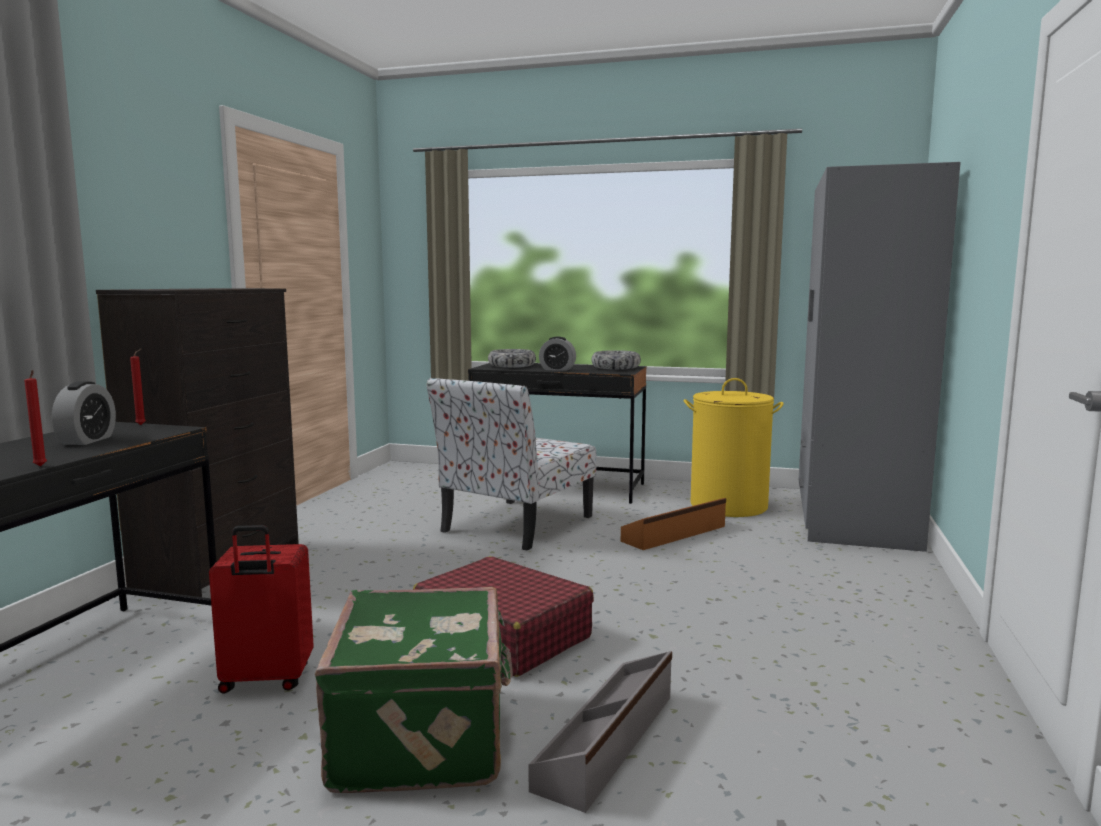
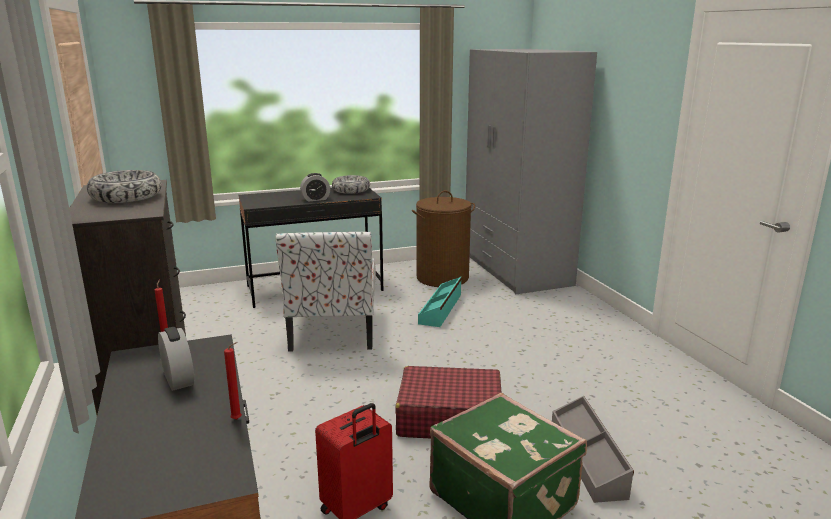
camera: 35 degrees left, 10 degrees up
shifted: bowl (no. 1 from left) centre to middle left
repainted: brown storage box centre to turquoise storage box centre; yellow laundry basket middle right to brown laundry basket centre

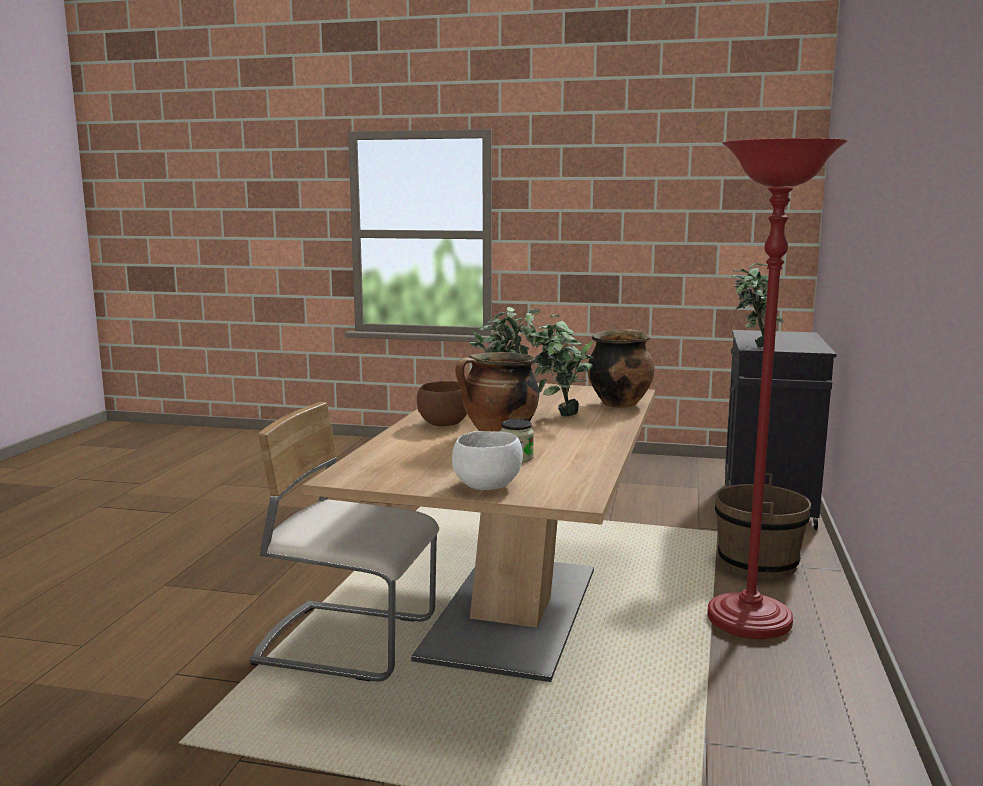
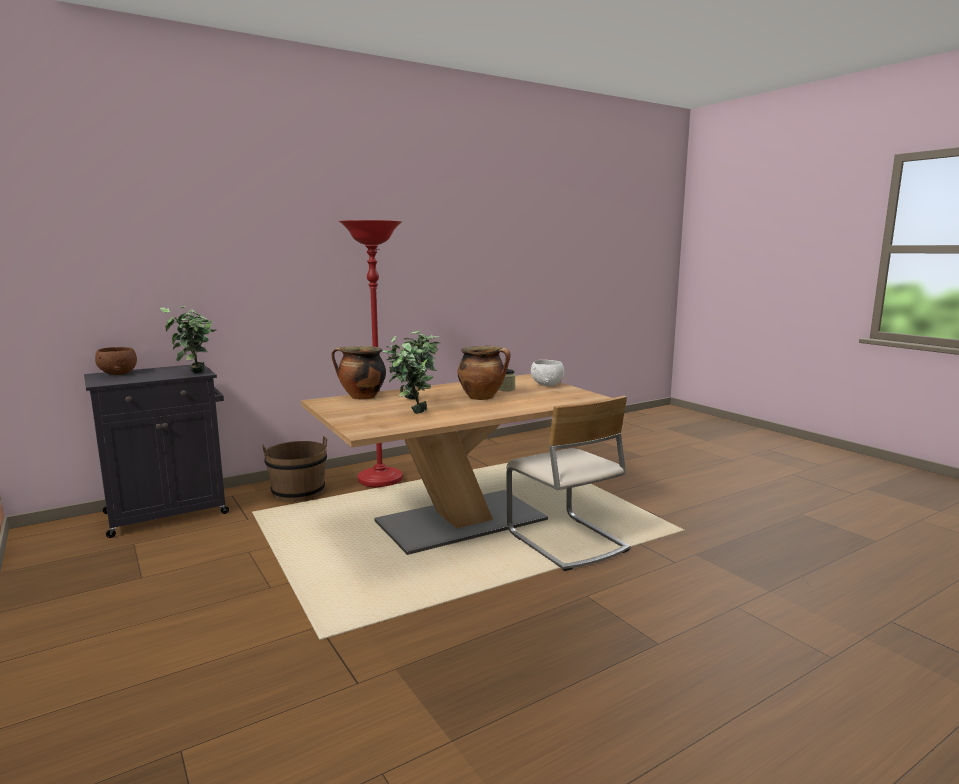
camera: 135 degrees left, 0 degrees up
shifted: brown bowl centre to middle left

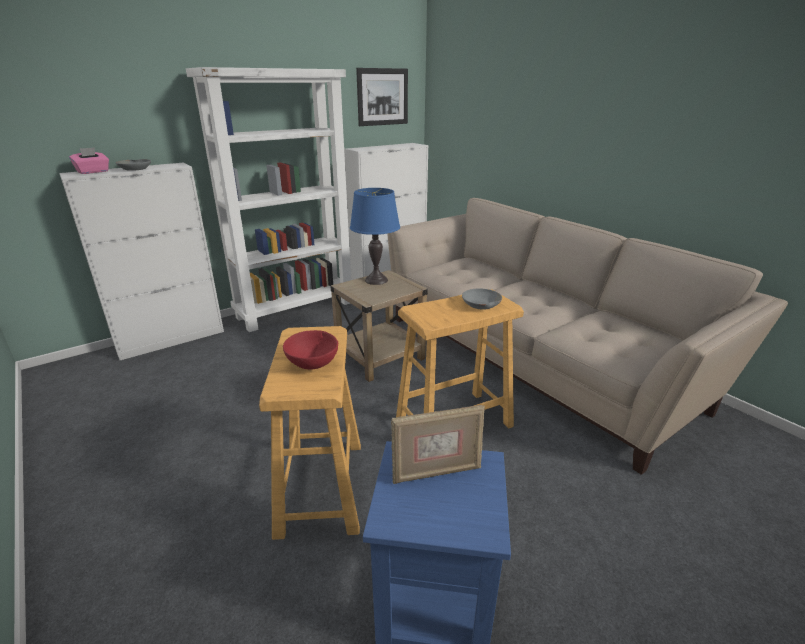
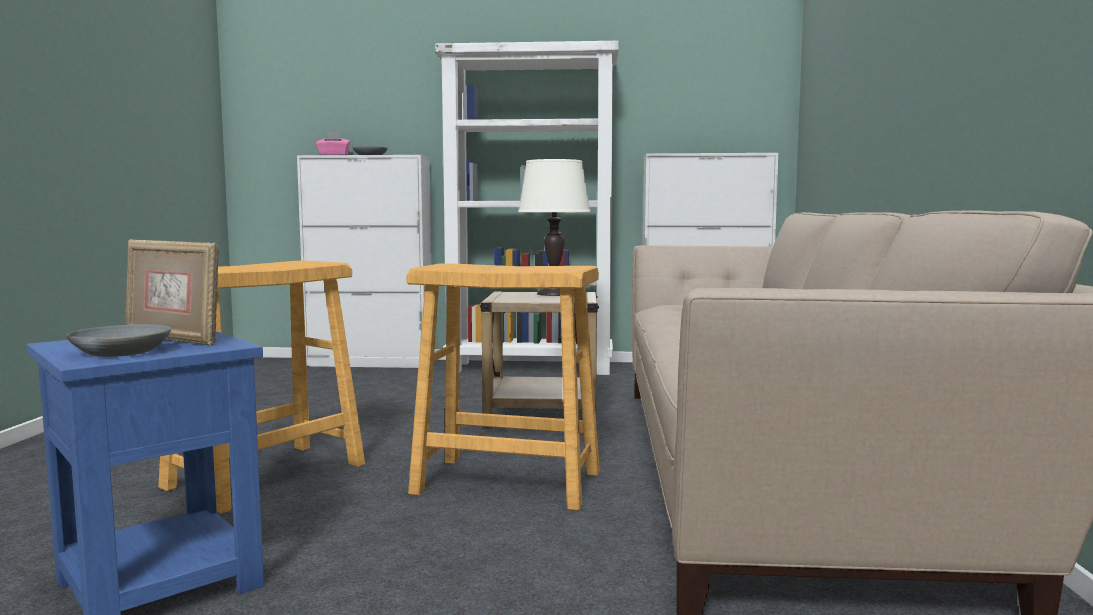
camera: 40 degrees right, 20 degrees down
gone: red bowl centre; picture top centre
shifted: grey bowl (no. 2 from left in the first image) centre to grey bowl (no. 1 from left) middle left
repainted: blue table lamp centre to white table lamp centre

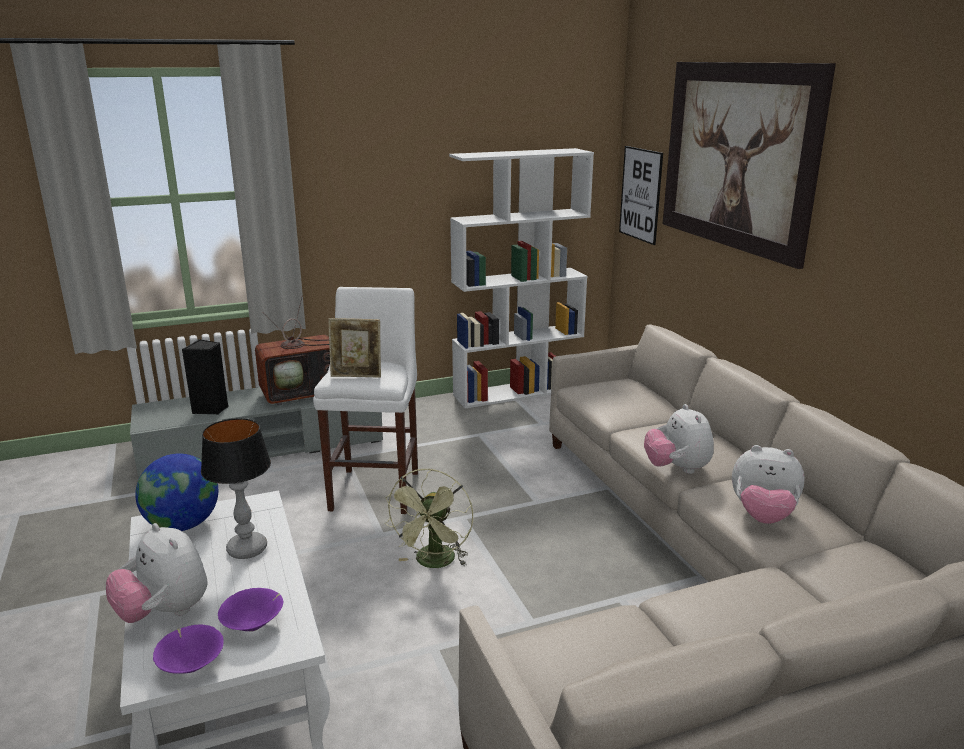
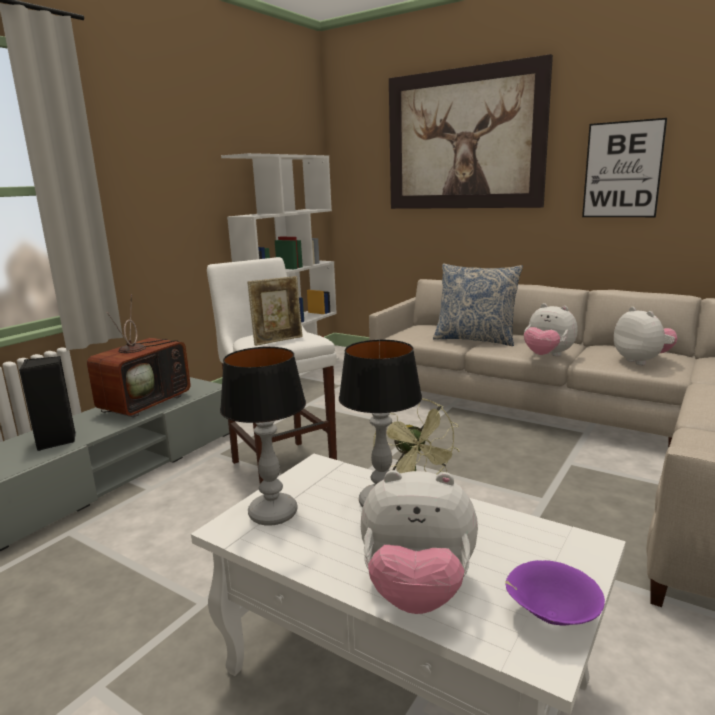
camera: 35 degrees left, 5 degrees down
gone: purple bowl (no. 2 from left) bottom left
new: pillow middle right
shifted: picture (no. 1 from left in the first image) top centre to picture (no. 2 from left) top right
swapped: globe middle left to table lamp (no. 1 from left) centre
rotated: plush toy (no. 3 from left) middle right = middle right 90 degrees counterclockwise

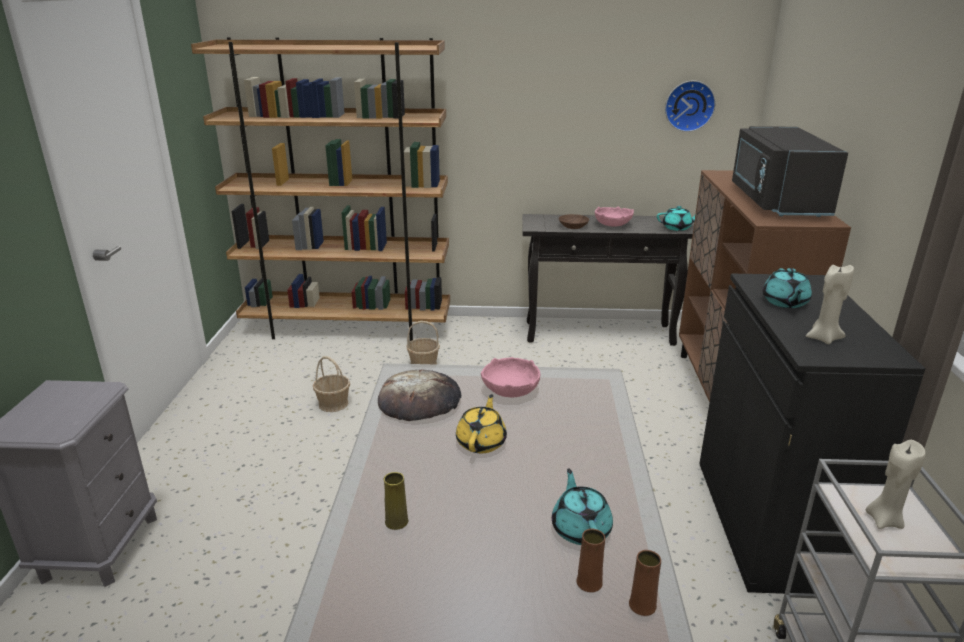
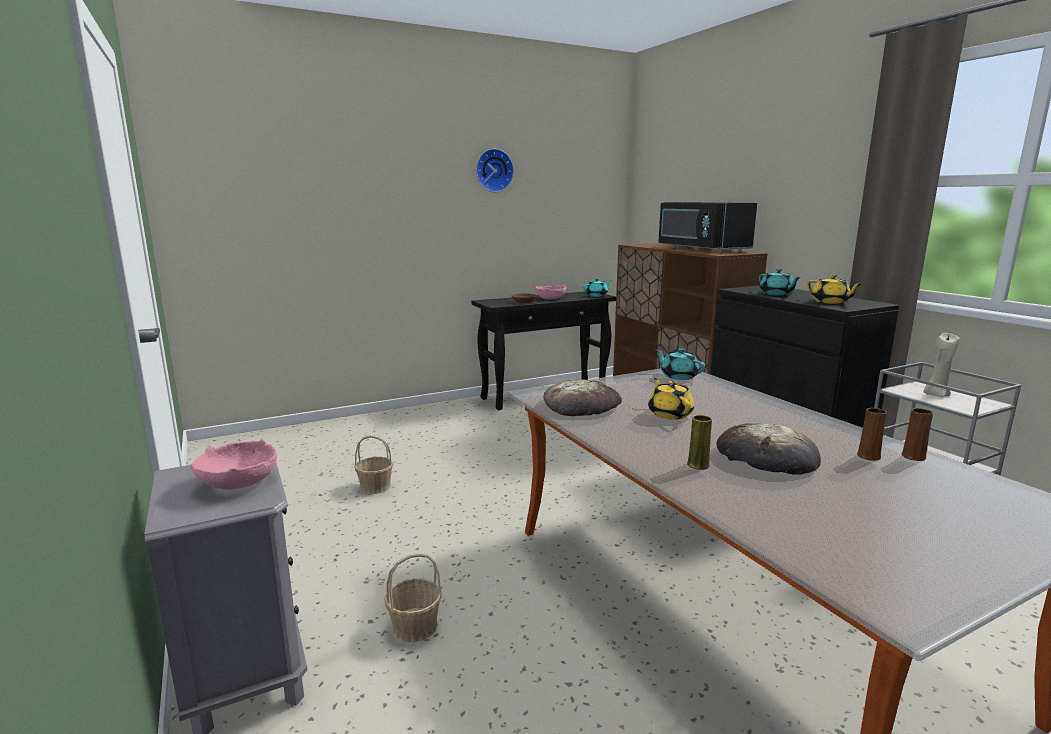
camera: 30 degrees left, 10 degrees down
gone: brown bookcase top left
new: bread (no. 2 from left) middle right
shifted: basket (no. 2 from left) centre to bottom centre; pink bowl (no. 1 from left) centre to middle left; turquoise teapot (no. 1 from left in the first image) bottom centre to turquoise teapot (no. 2 from left) centre; wall clock top right to top centre
swapped: beige candle (no. 1 from left) middle right to yellow teapot (no. 2 from left) middle right

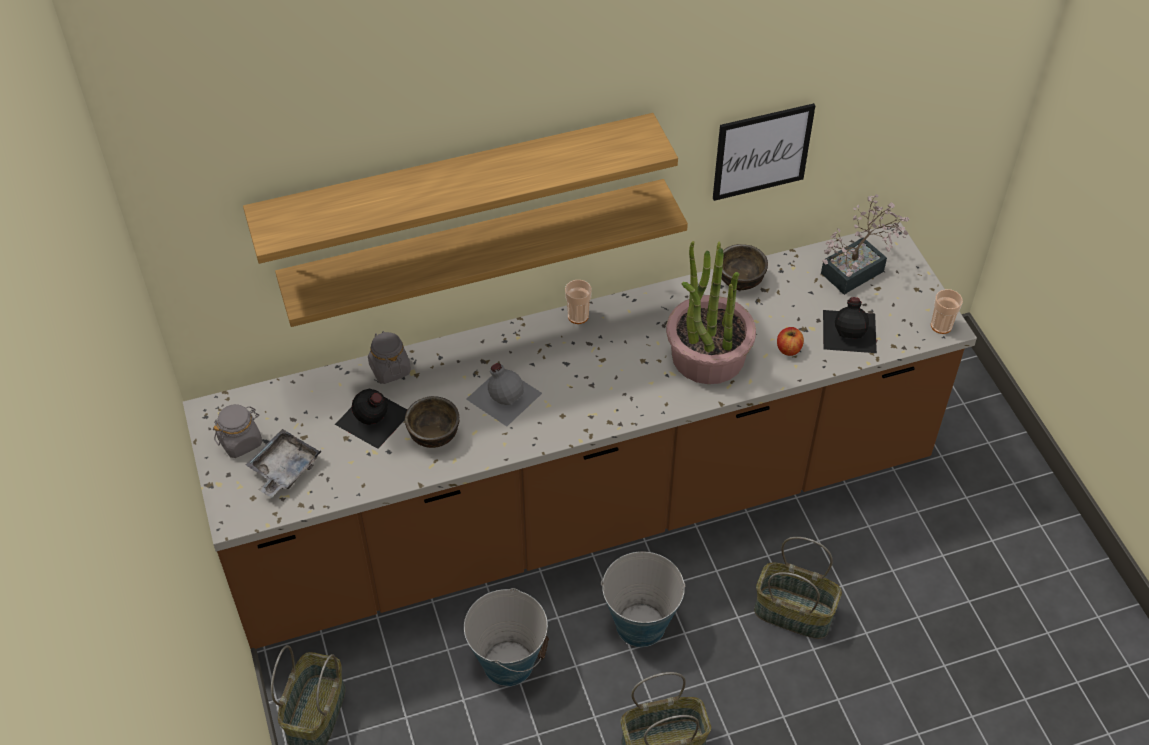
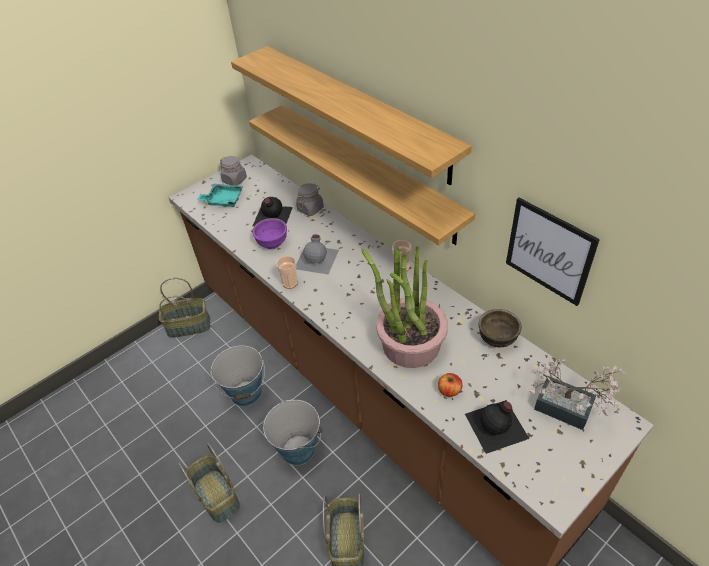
camera: 70 degrees right, 5 degrees down
shifted: cup (no. 2 from left in the first image) middle right to cup (no. 1 from left) centre
repainted: grey tray middle left to turquoise tray middle left; brown bowl (no. 1 from left) centre to purple bowl centre

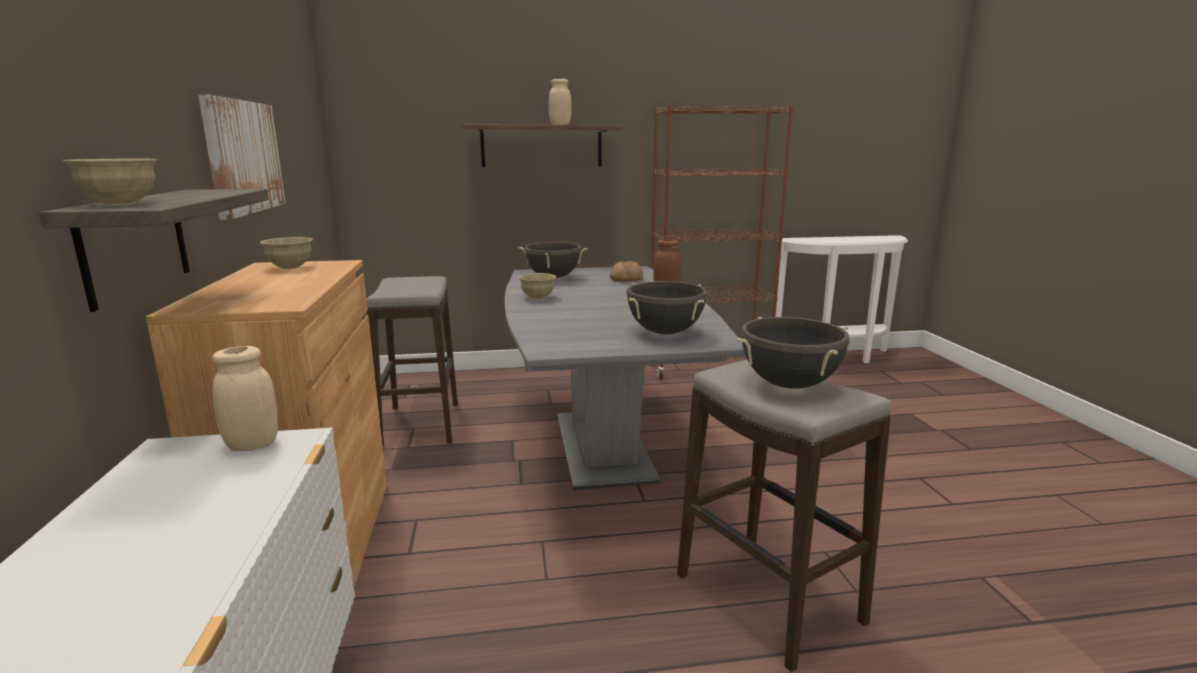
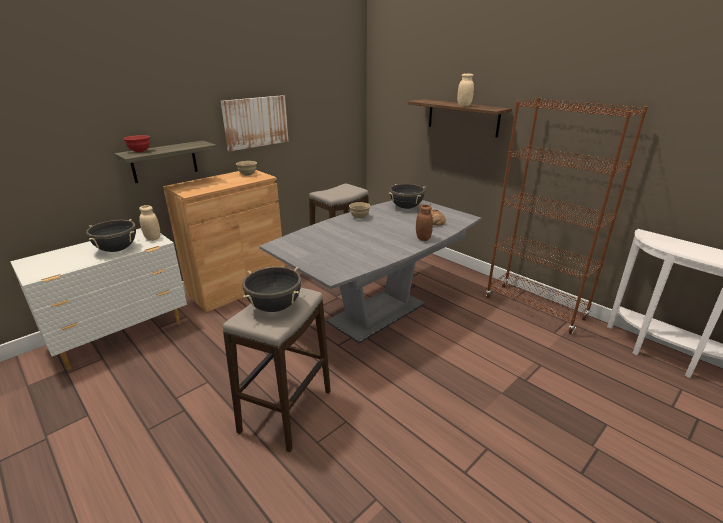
camera: 55 degrees right, 10 degrees up
shifted: black cooking pot (no. 2 from left in the first image) centre to black cooking pot (no. 1 from left) middle left
repainted: beige bowl (no. 1 from left) top left to red bowl top left

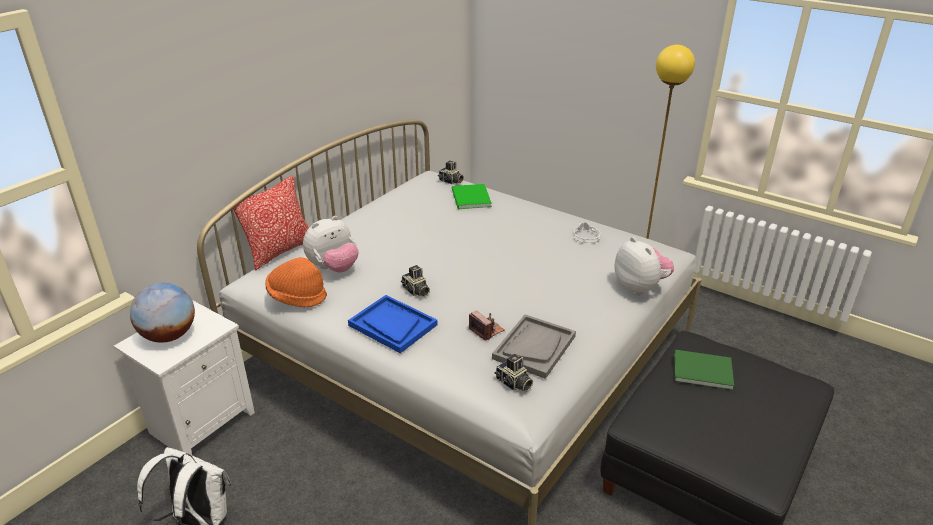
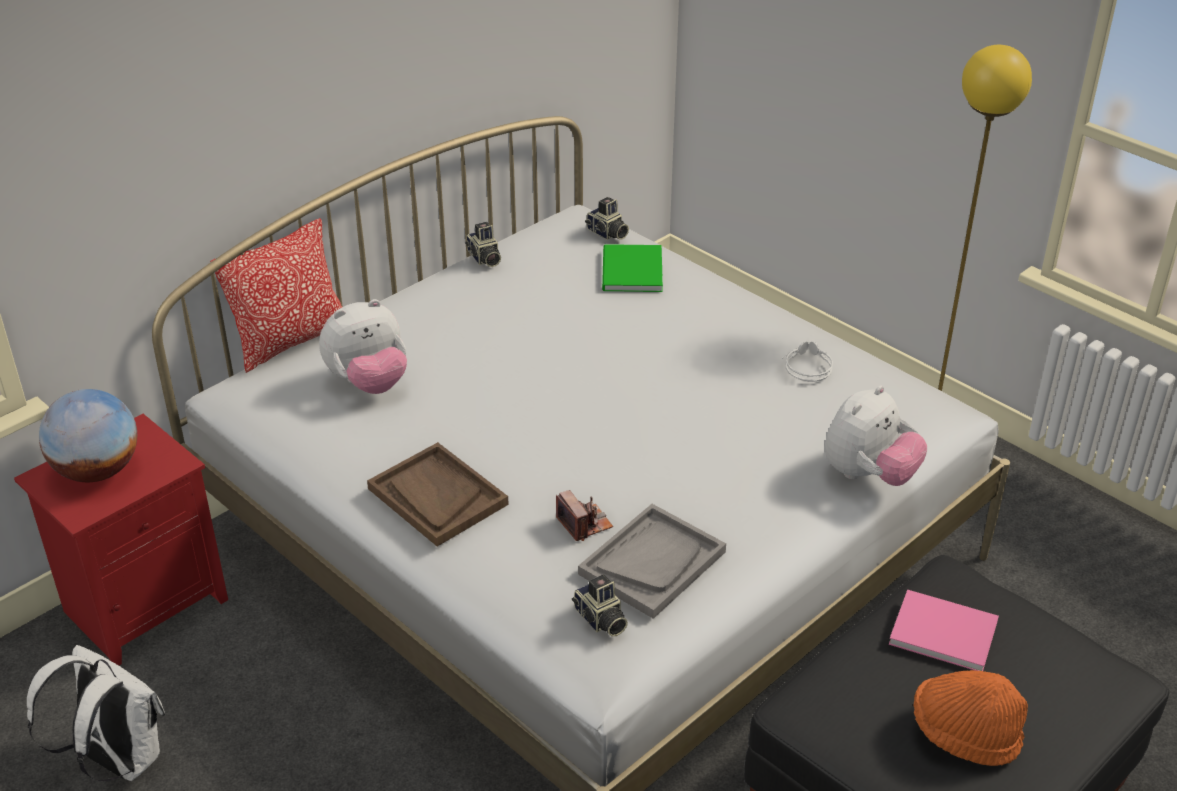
camera: 10 degrees right, 5 degrees up
shifted: orange hat middle left to bottom right; photo camera (no. 1 from left) centre to top centre
repainted: white nightstand bottom left to red nightstand bottom left; blue tray centre to brown tray centre; green book (no. 2 from left) bottom right to pink book bottom right
rotated: plush toy (no. 2 from left) middle right = middle right 60 degrees clockwise

